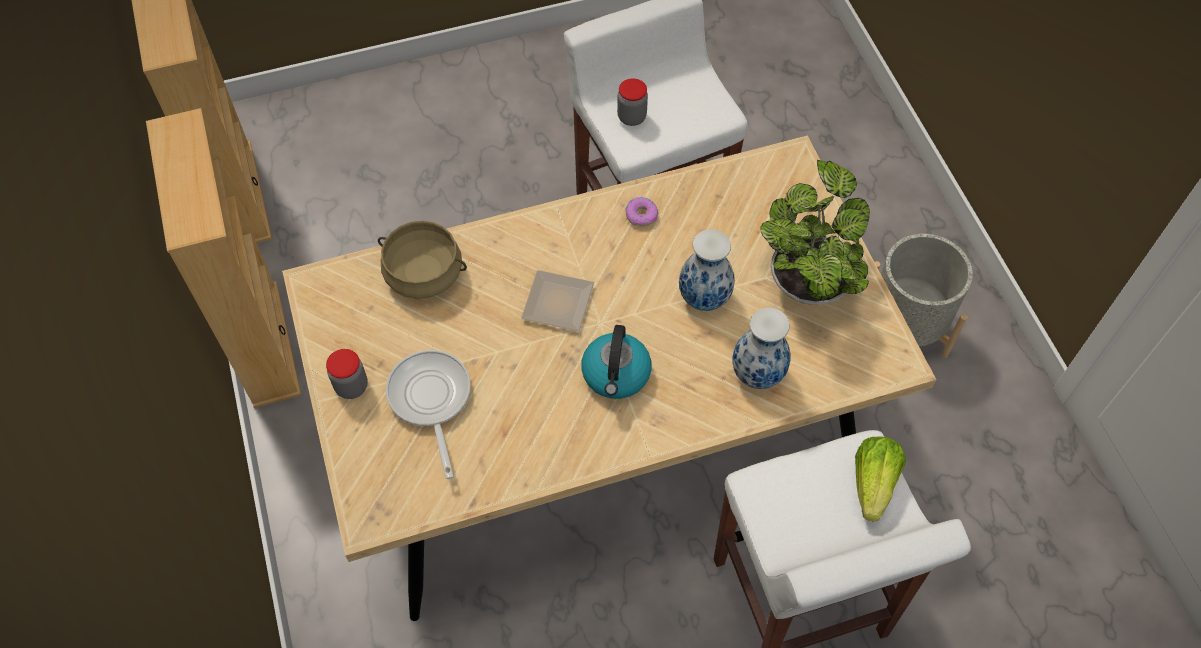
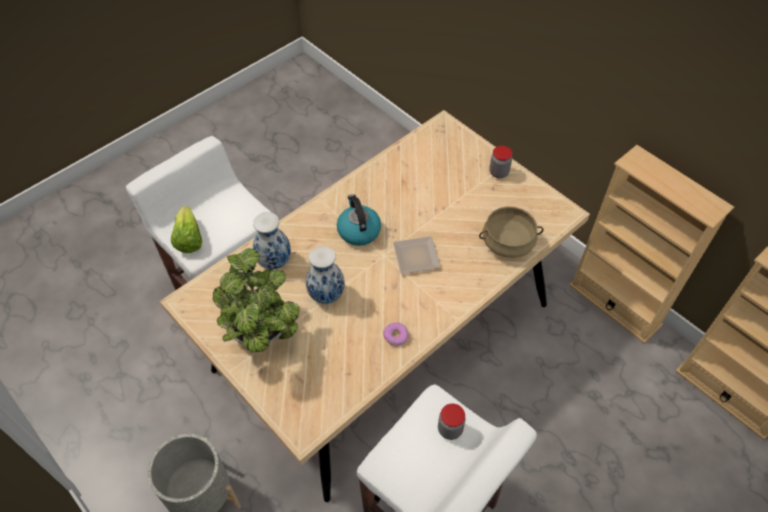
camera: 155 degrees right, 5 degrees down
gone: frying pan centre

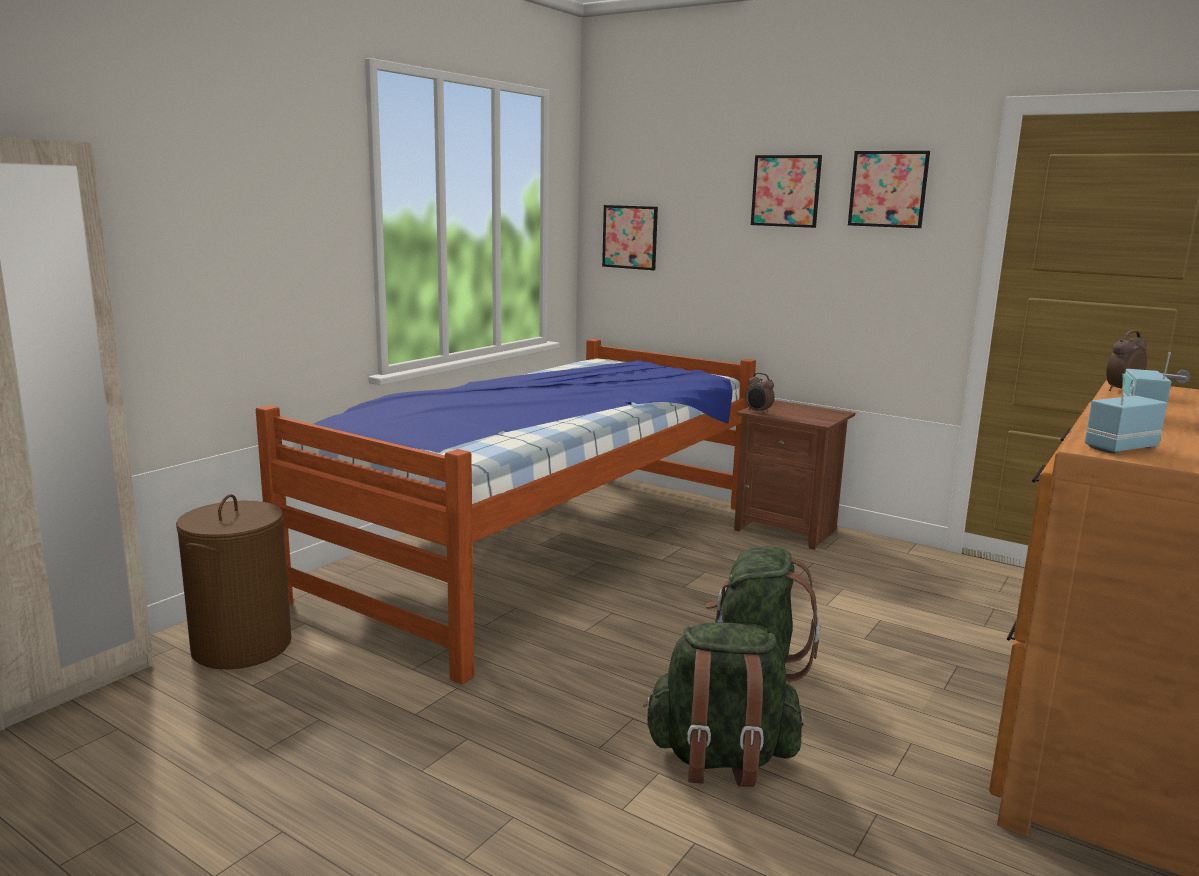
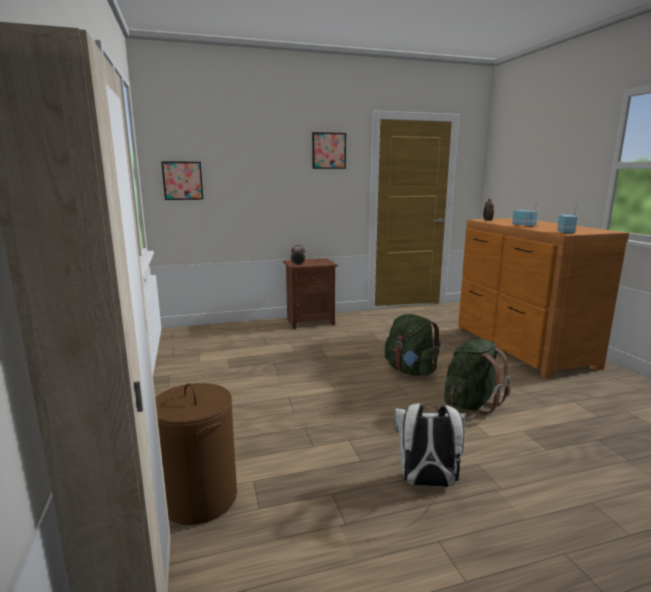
camera: 50 degrees left, 0 degrees up
gone: bed centre; picture (no. 2 from left) top centre
new: white backpack bottom centre

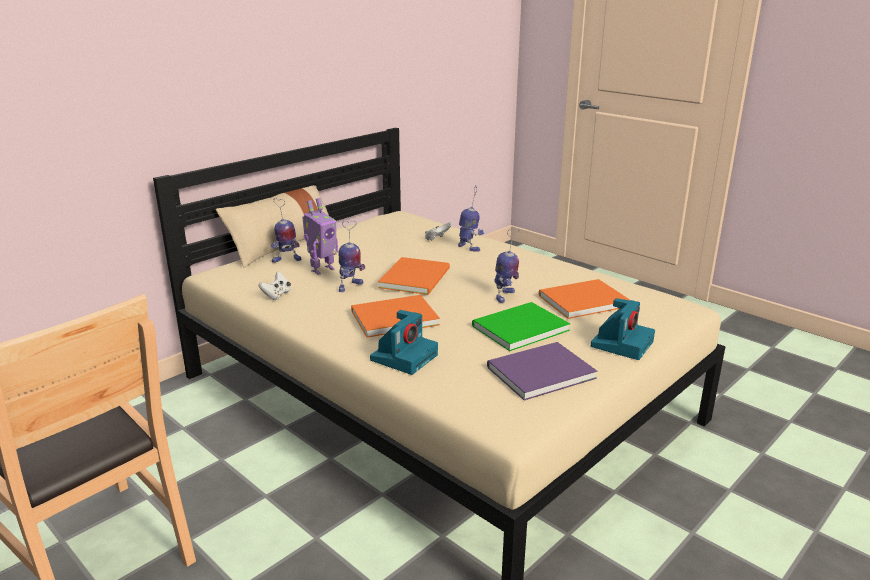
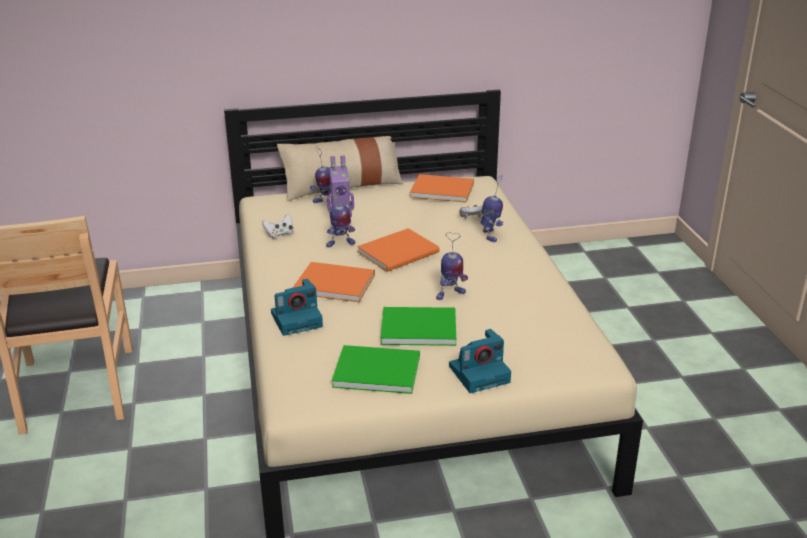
camera: 35 degrees right, 5 degrees up
shifted: orange book (no. 3 from left) middle right to centre
repainted: purple book centre to green book (no. 1 from left) bottom centre

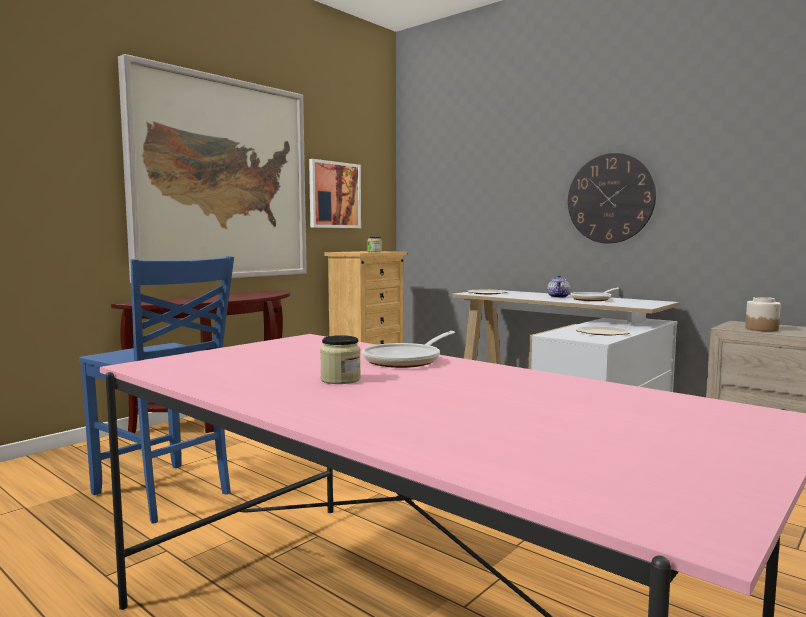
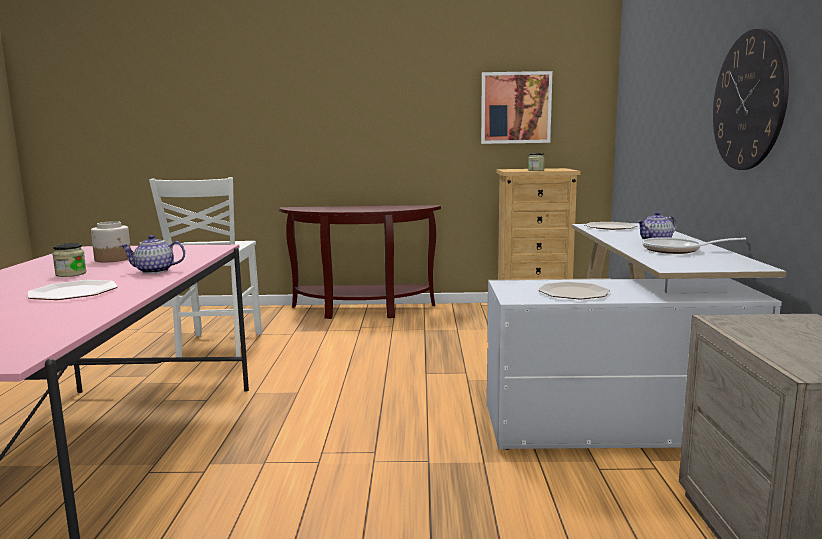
camera: 50 degrees right, 5 degrees up
gone: picture (no. 1 from left) top left
new: plate (no. 1 from left) middle left
shifted: jar (no. 3 from left in the first image) middle right to jar (no. 2 from left) middle left
swapped: frying pan (no. 1 from left) centre to teapot (no. 1 from left) middle left
repainted: blue chair middle left to white chair middle left

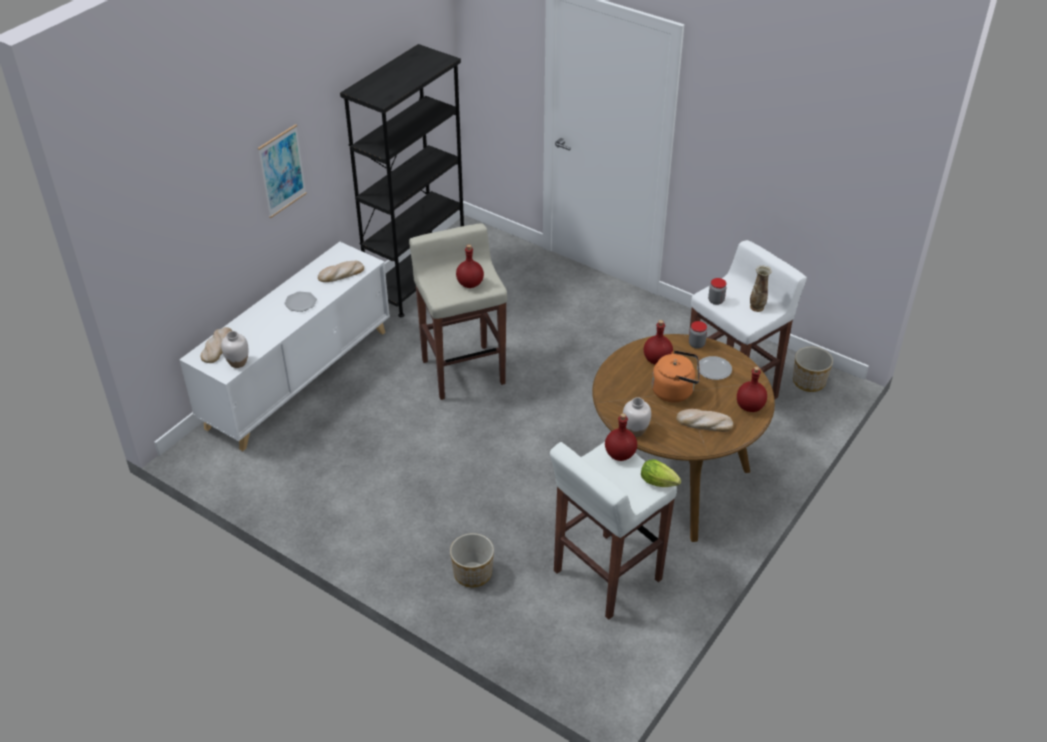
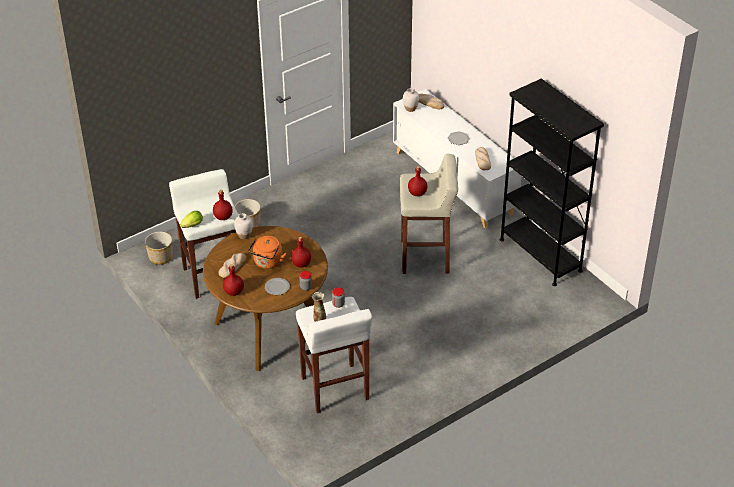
camera: 110 degrees right, 0 degrees up
gone: picture top left
shifted: planter (no. 2 from left in the first image) middle right to planter (no. 1 from left) middle left

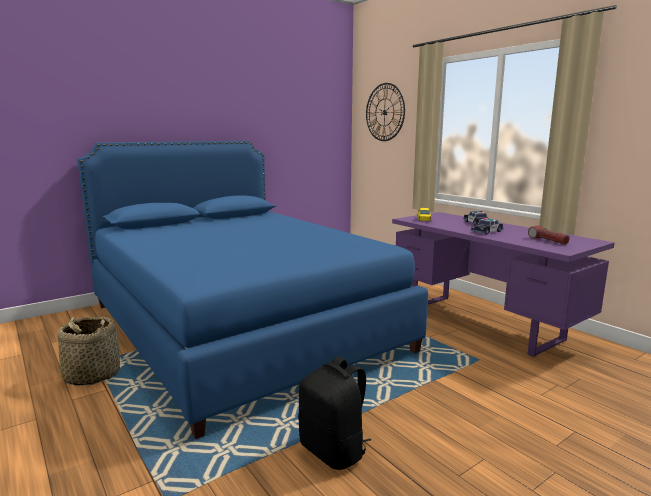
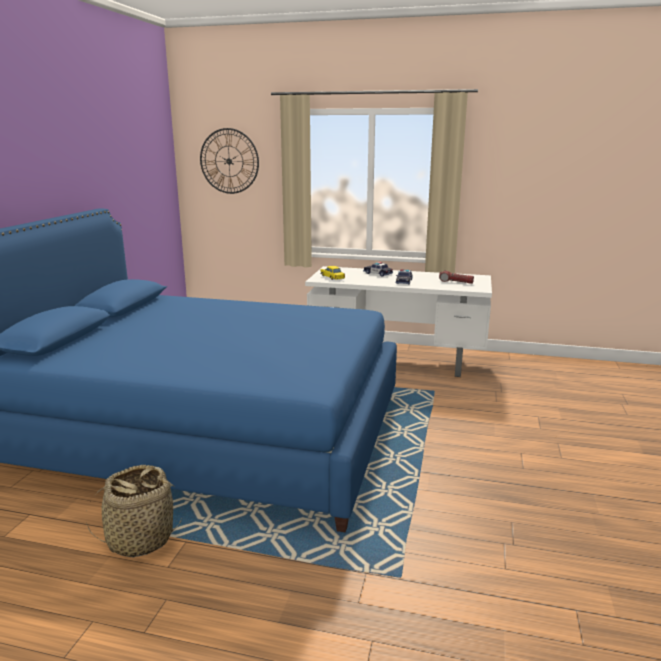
camera: 40 degrees left, 5 degrees up
gone: black backpack bottom centre
repainted: purple desk middle right to white desk centre

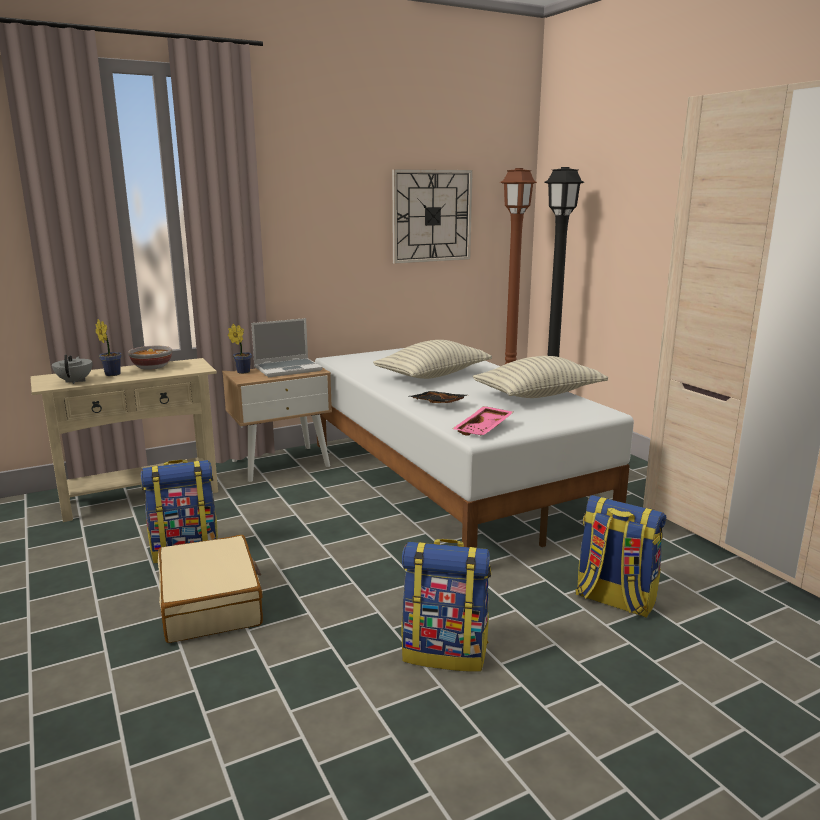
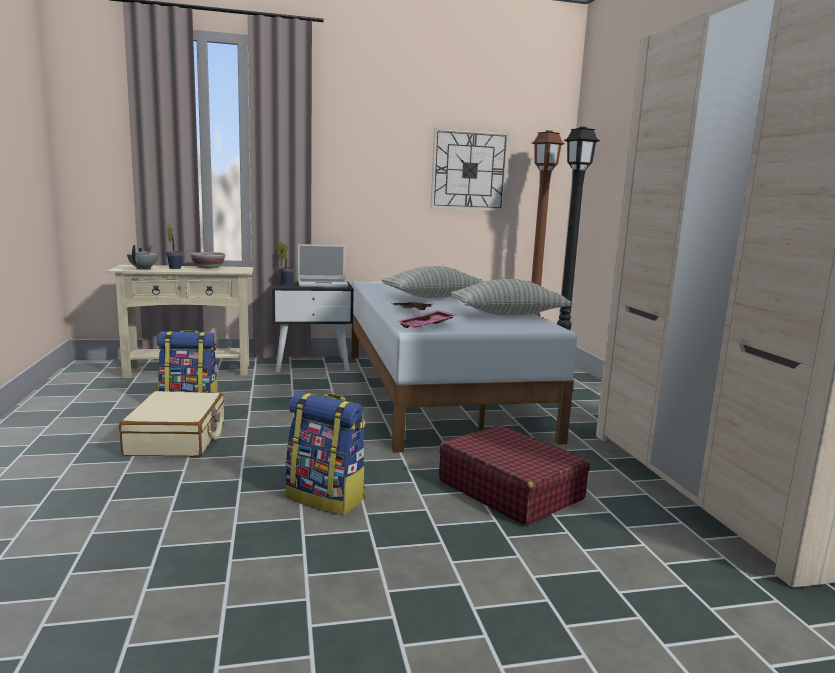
camera: 15 degrees right, 5 degrees down
swapped: backpack (no. 3 from left) bottom right to red suitcase bottom centre
repainted: beige nightstand centre to black nightstand centre

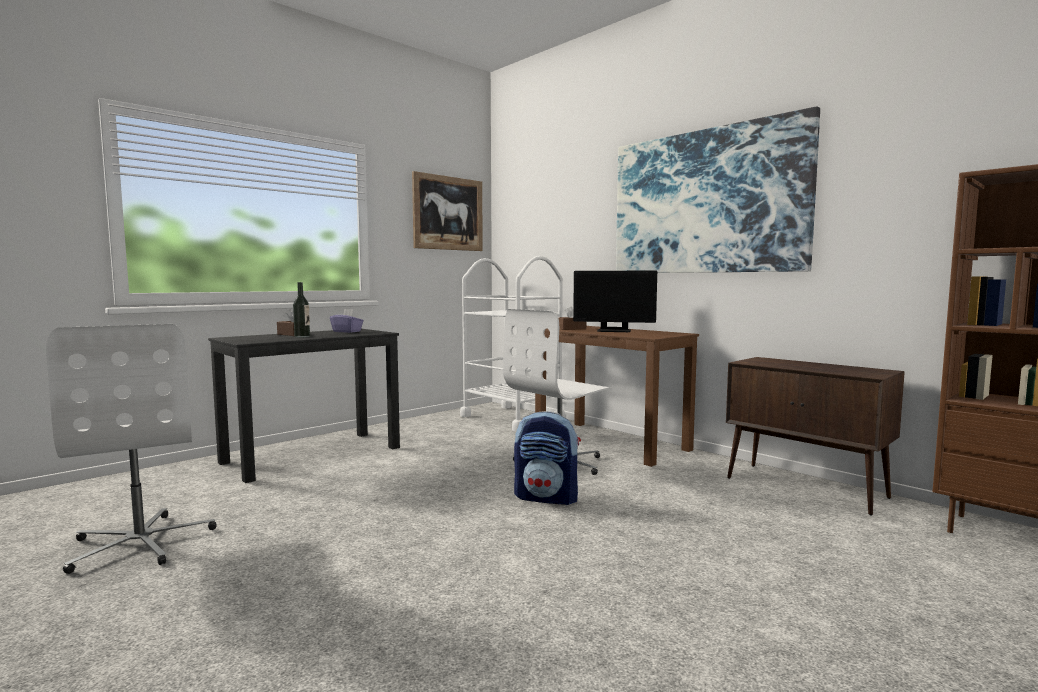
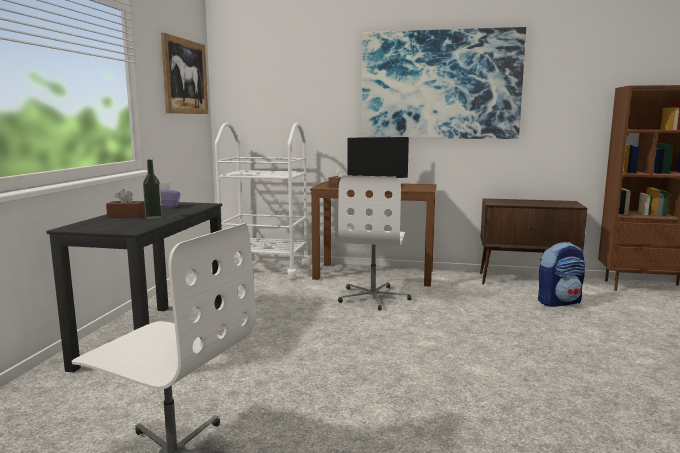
camera: 35 degrees left, 5 degrees up
shifted: backpack centre to middle right

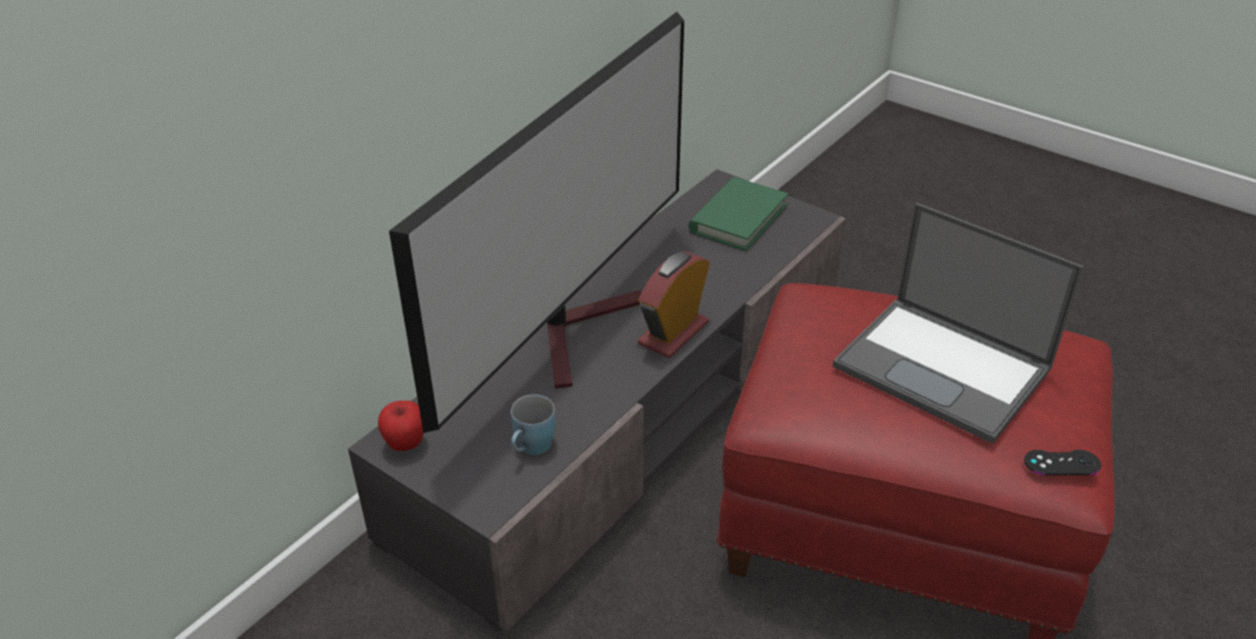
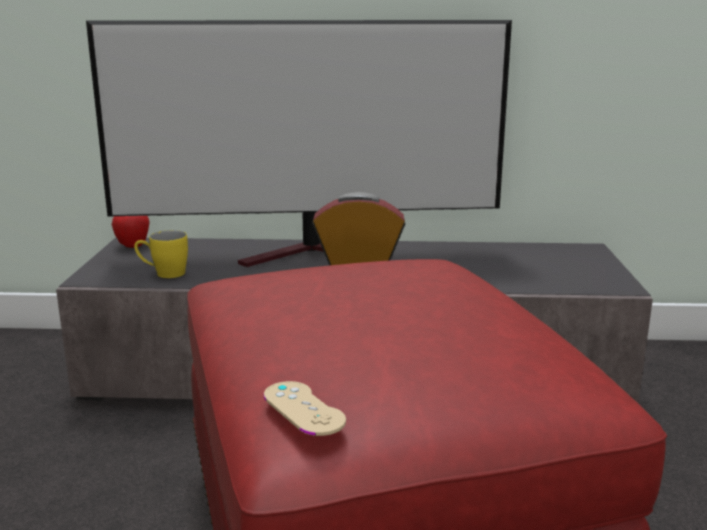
camera: 55 degrees right, 20 degrees down
gone: green book centre; laptop middle right
repainted: blue mug centre to yellow mug middle left; black game controller bottom right to beige game controller bottom centre

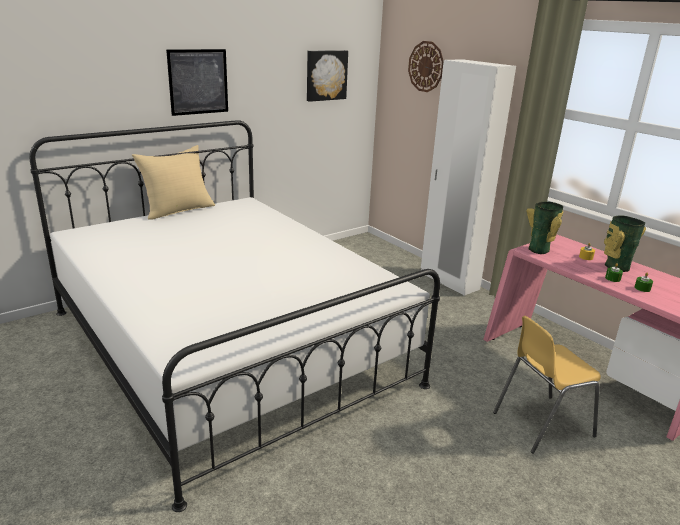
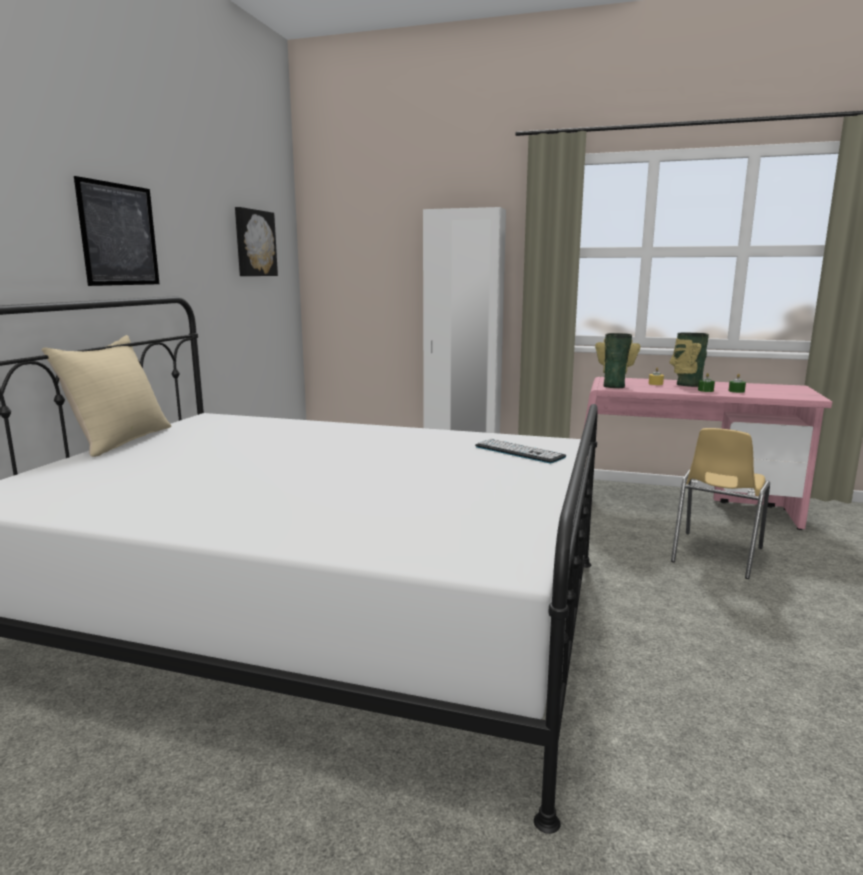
camera: 35 degrees left, 10 degrees down
gone: wall clock top centre
new: keyboard centre

